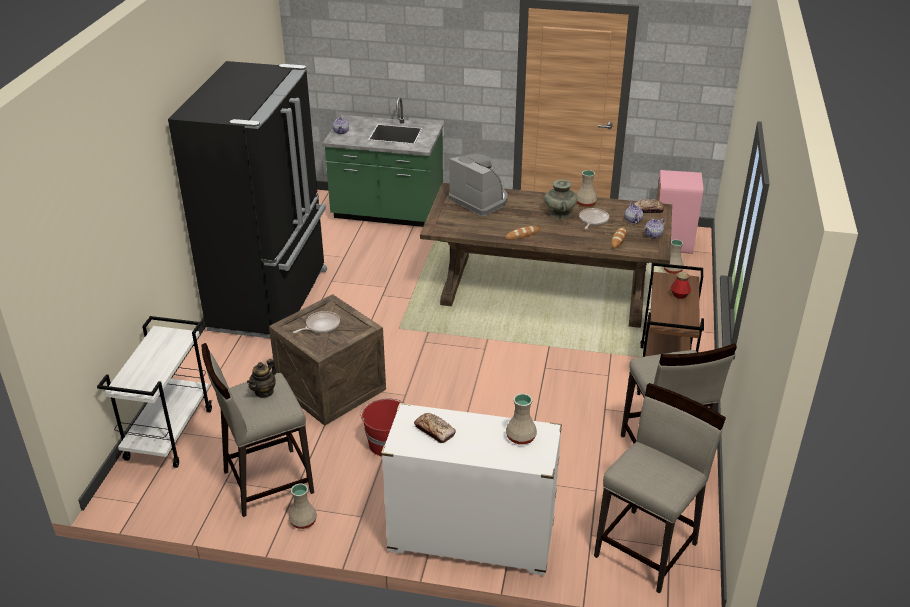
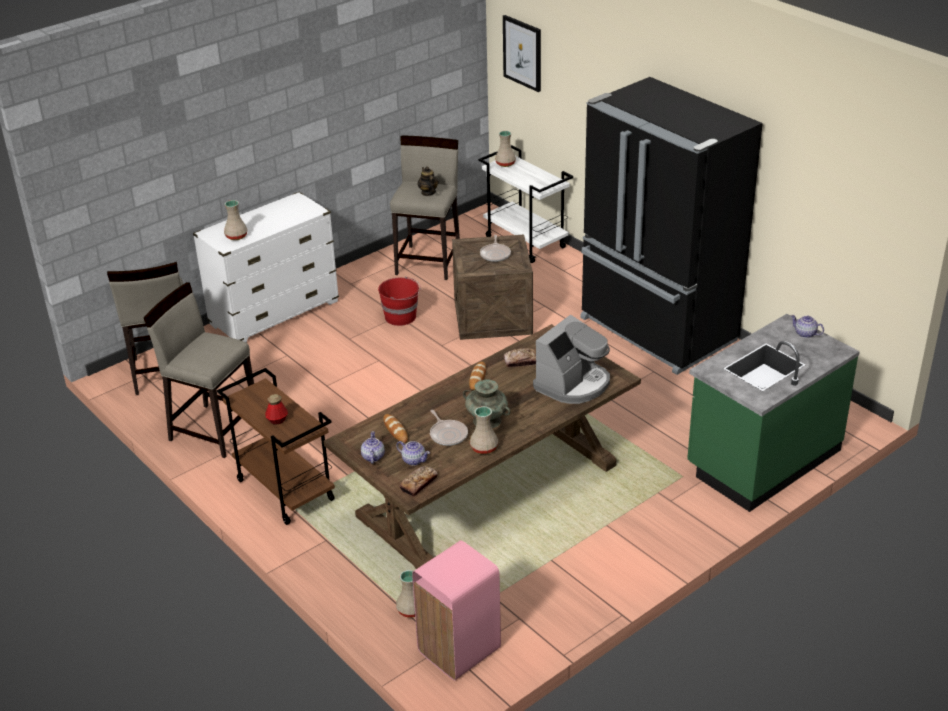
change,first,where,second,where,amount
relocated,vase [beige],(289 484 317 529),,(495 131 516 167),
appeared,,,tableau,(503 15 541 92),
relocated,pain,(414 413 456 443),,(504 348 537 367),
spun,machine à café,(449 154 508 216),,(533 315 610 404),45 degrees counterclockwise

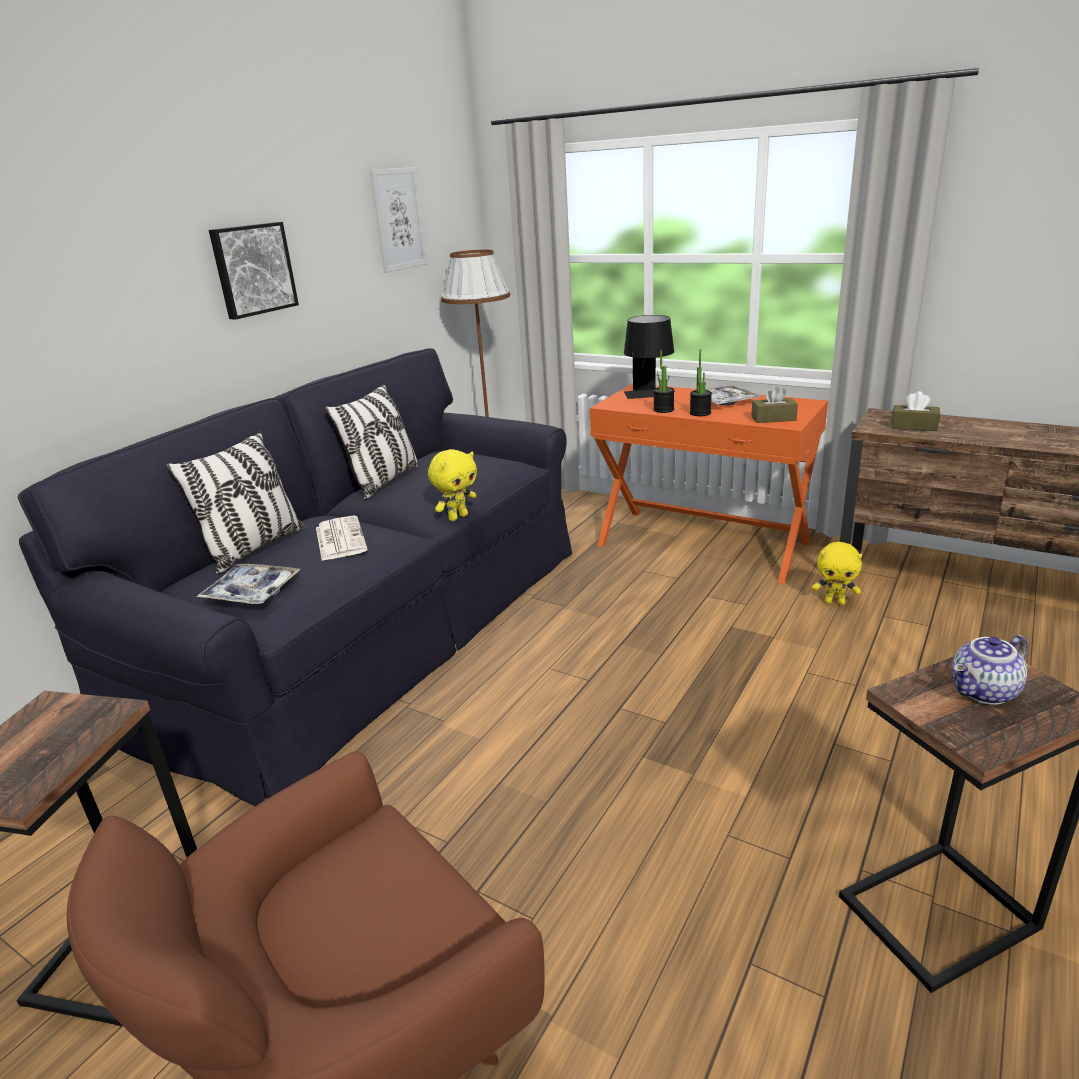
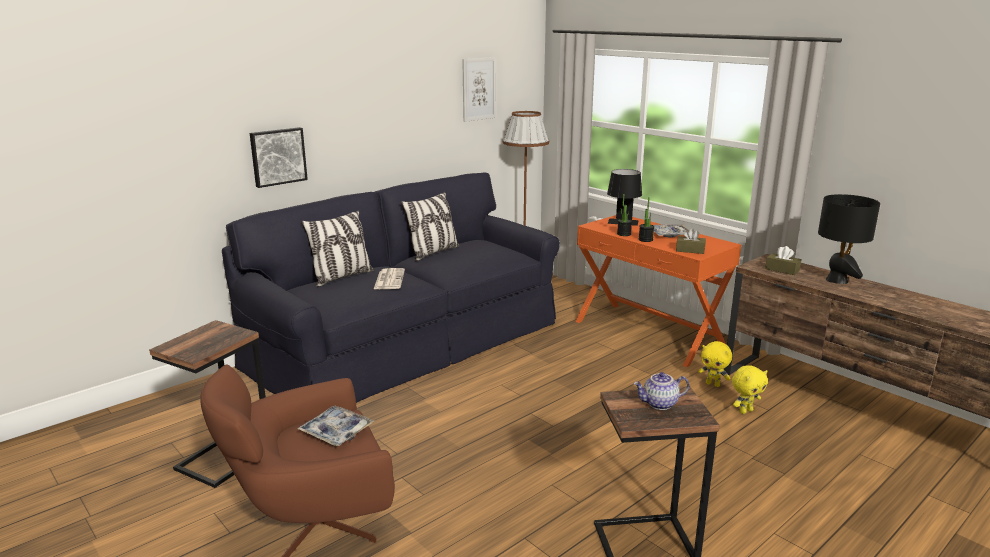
change,first,where,second,where,amount
relocated,tableau,(209 222 299 320),,(250 127 308 188),
relocated,plateau,(196 564 301 604),,(297 406 374 446),
relocated,peluche [jaune],(428 449 477 521),,(732 366 768 414),
appeared,,,lampe de table [noir],(818 194 880 284),

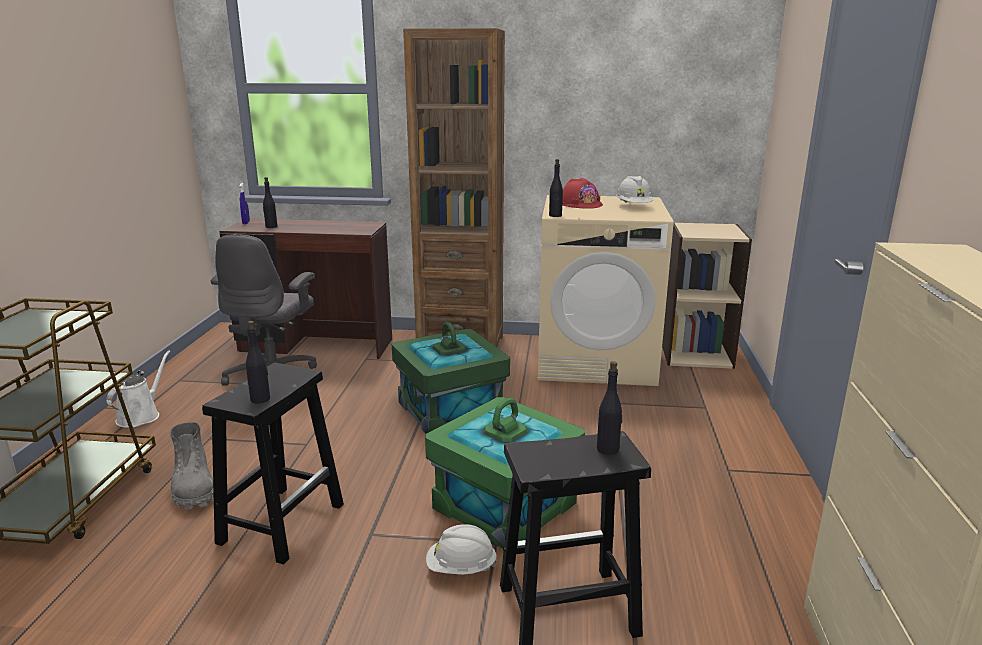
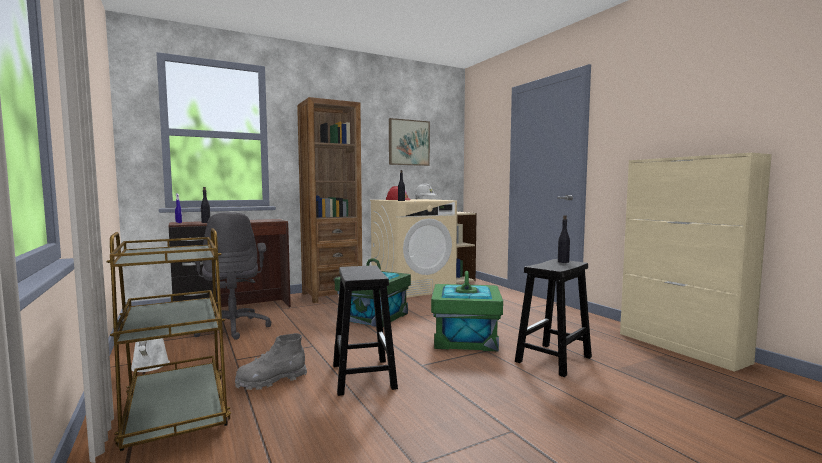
change,first,where,second,where,amount
spun,botte [gris],(170 422 214 509),,(235 333 307 390),120 degrees clockwise
appeared,,,tableau,(389 118 430 166),
missing,bouteille [noir],(246 321 270 403),,,
missing,casque de chantier [blanc],(426 524 497 575),,,

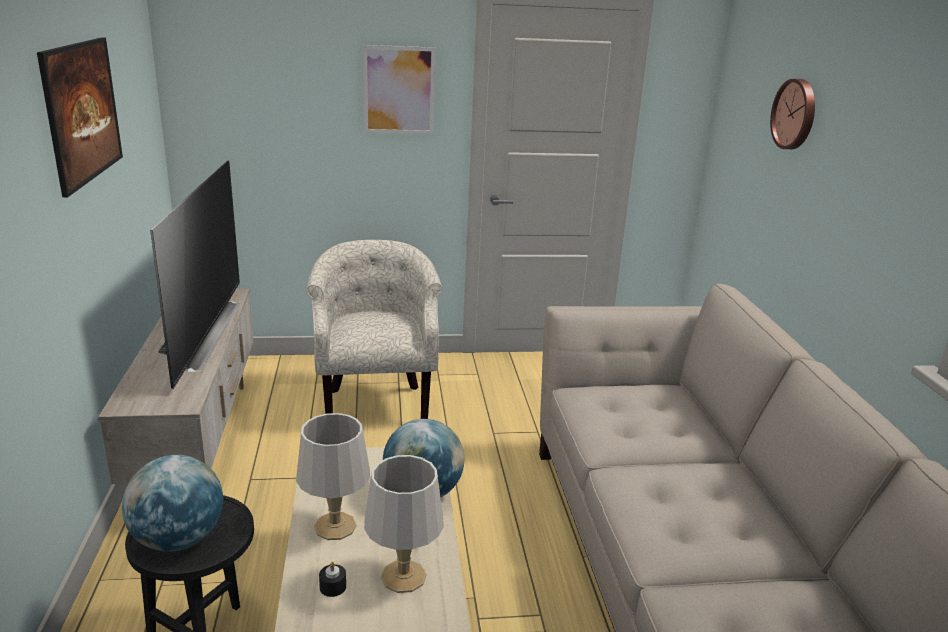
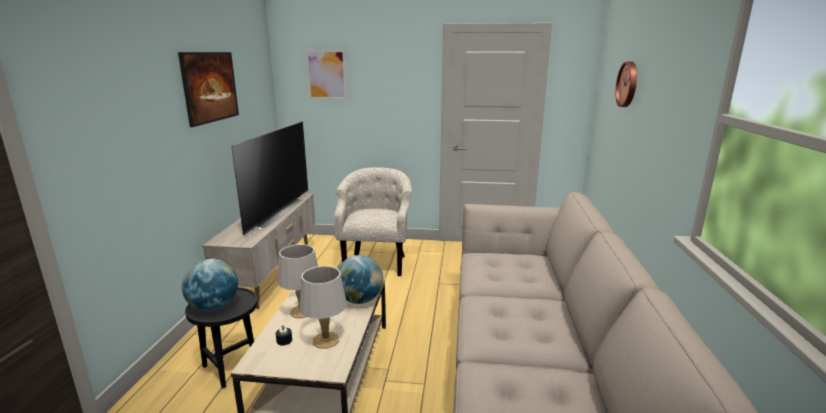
change,first,where,second,where,amount
relocated,tableau,(363 45 435 134),,(306 50 347 99),

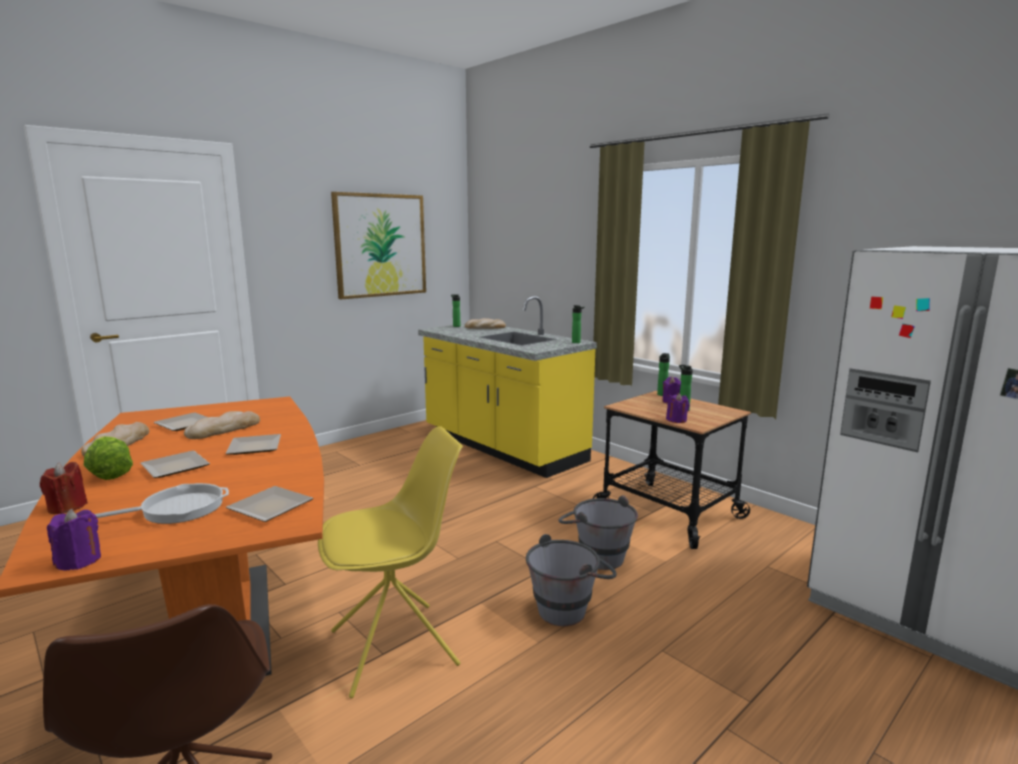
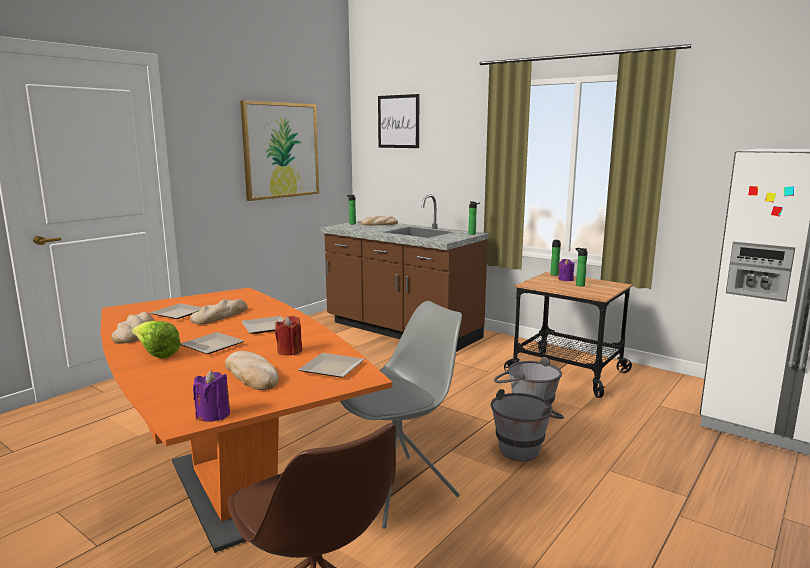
change,first,where,second,where,amount
exchanged,poêle,(95 483 229 524),pain,(225 351 279 390),
relocated,bougie [rouge],(40 462 88 514),,(275 316 302 355),
colour,comptoir de cuisine [jaune],(418 296 597 478),comptoir de cuisine [marron],(320 194 489 352),
colour,chaise [jaune],(318 426 463 698),chaise [gris],(340 301 462 529),
appeared,,,tableau,(378 94 420 148),
missing,bougie [violet],(666 393 690 423),,,

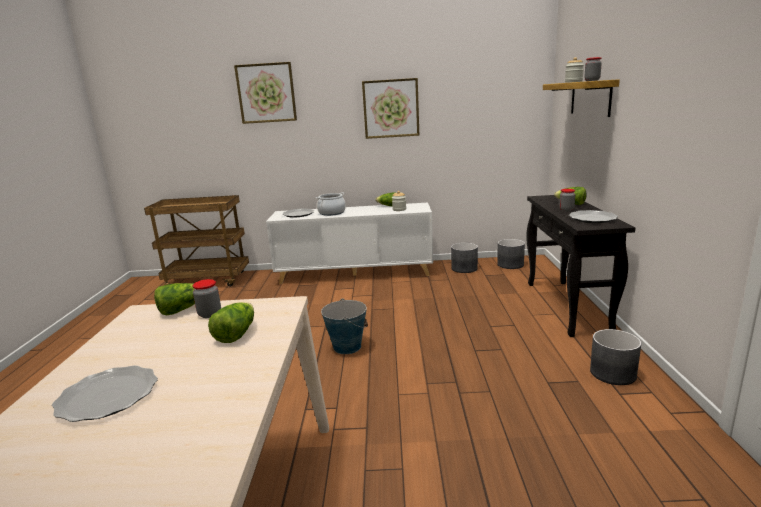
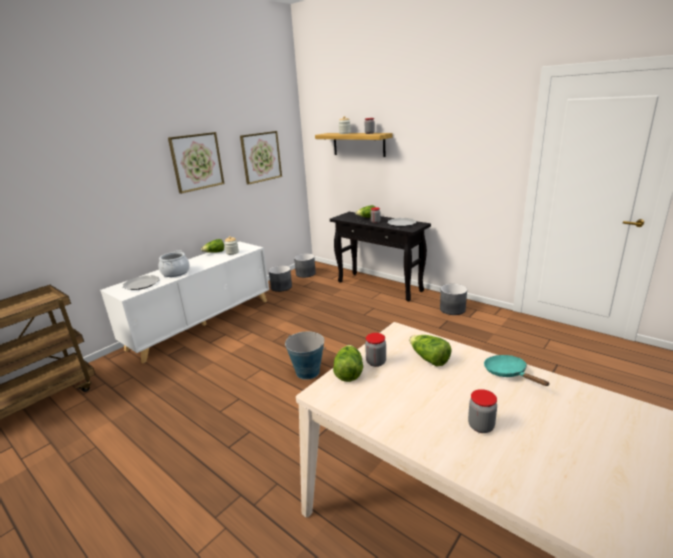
change,first,where,second,where,amount
relocated,tableau,(234 62 297 124),,(240 131 282 185),
exchanged,assiette,(52 366 158 422),bocal,(468 389 497 433),
appeared,,,poêle [turquoise],(484 355 549 386),

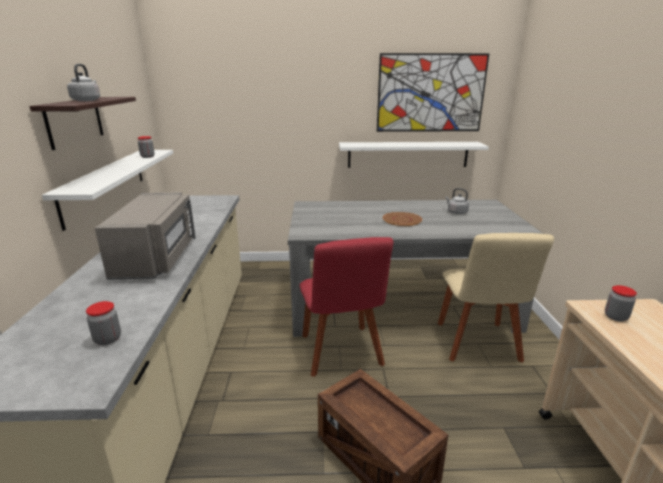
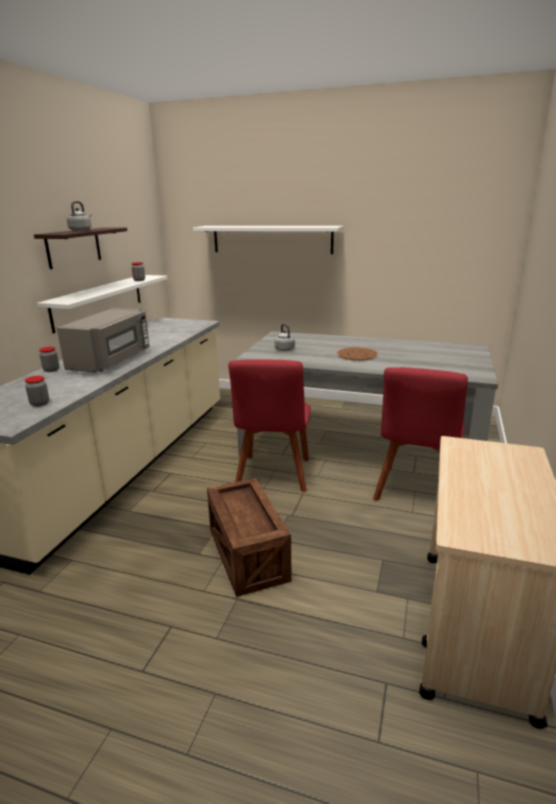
change,first,where,second,where,amount
relocated,bocal,(605 285 637 322),,(39 347 59 372),
relocated,étagère [blanc],(339 142 489 168),,(193 226 344 254),
relocated,bouilloire [gris],(445 188 469 214),,(274 324 295 351),
colour,chaise [beige],(438 233 554 362),chaise [rouge],(373 367 468 501),
missing,tableau,(377 53 489 132),,,

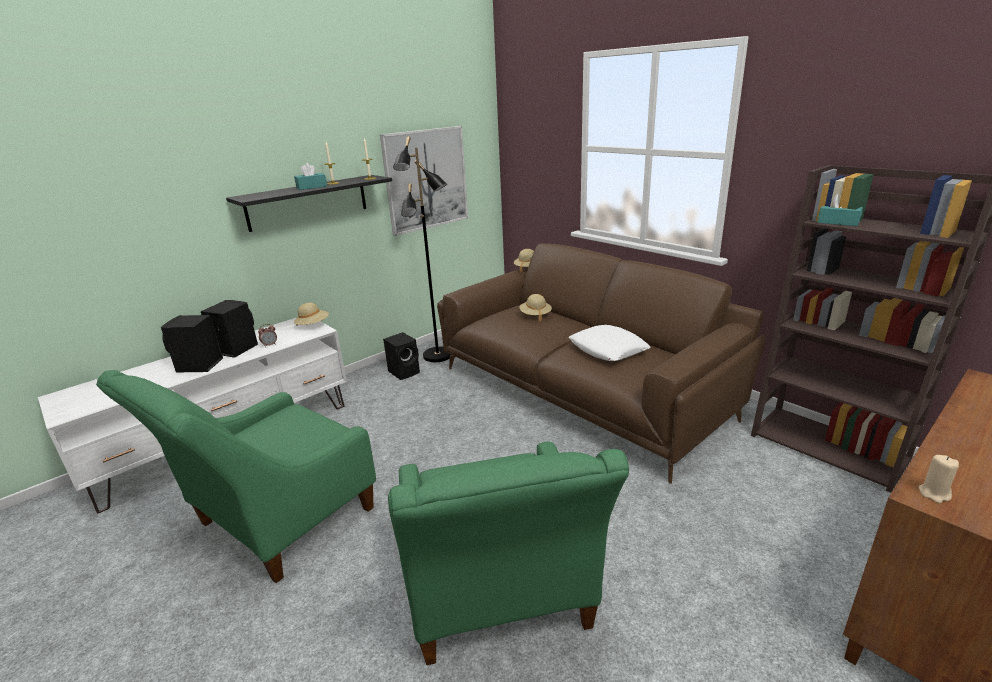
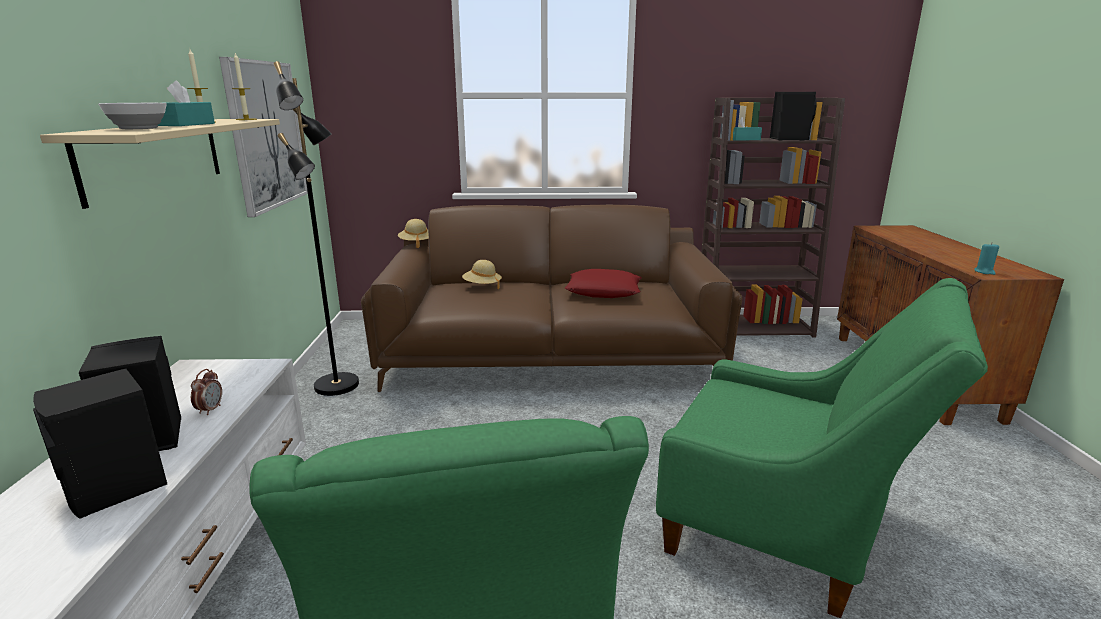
change,first,where,second,where,amount
colour,étagère [noir],(226 175 392 232),étagère [beige],(40 119 280 209),
appeared,,,bol,(98 103 167 129),
colour,coussin [blanc],(569 325 651 361),coussin [rouge],(565 269 641 298),
relocated,enceinte [noir],(383 332 420 380),,(770 92 817 140),
colour,bougie [beige],(918 455 959 503),bougie [turquoise],(974 243 999 275),
missing,chapeau [beige],(294 303 329 325),,,

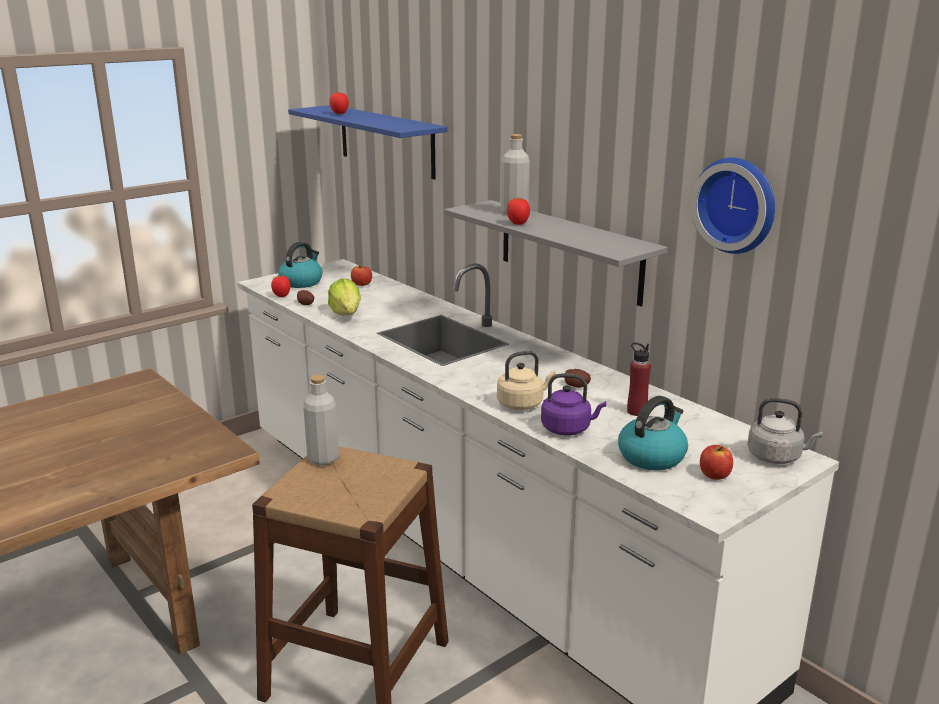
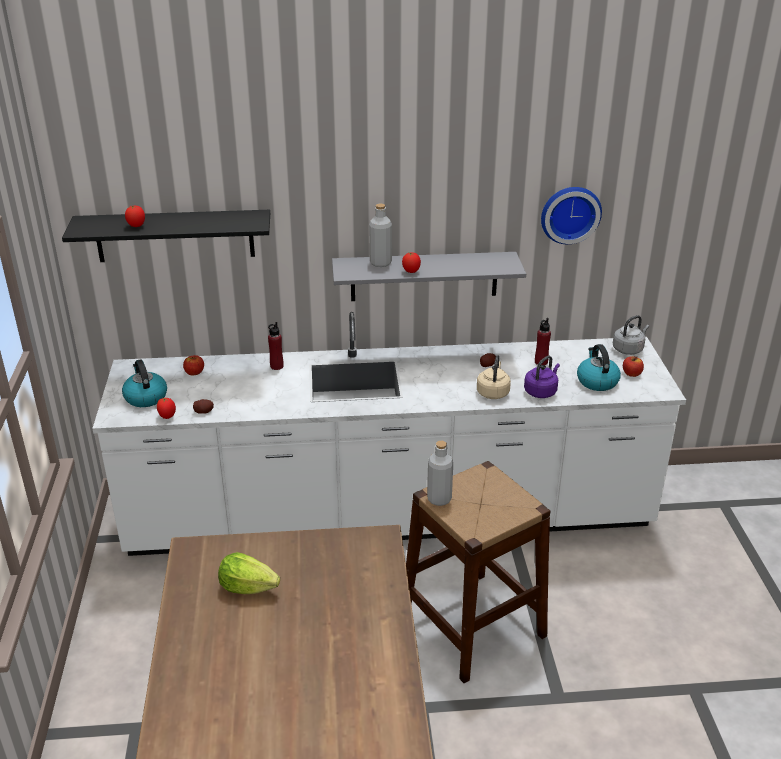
change,first,where,second,where,amount
colour,étagère [bleu],(288 105 447 179),étagère [noir],(62 210 270 262),
relocated,laitue,(328 278 361 316),,(218 552 280 594),
appeared,,,bouteille [rouge],(268 322 284 370),

